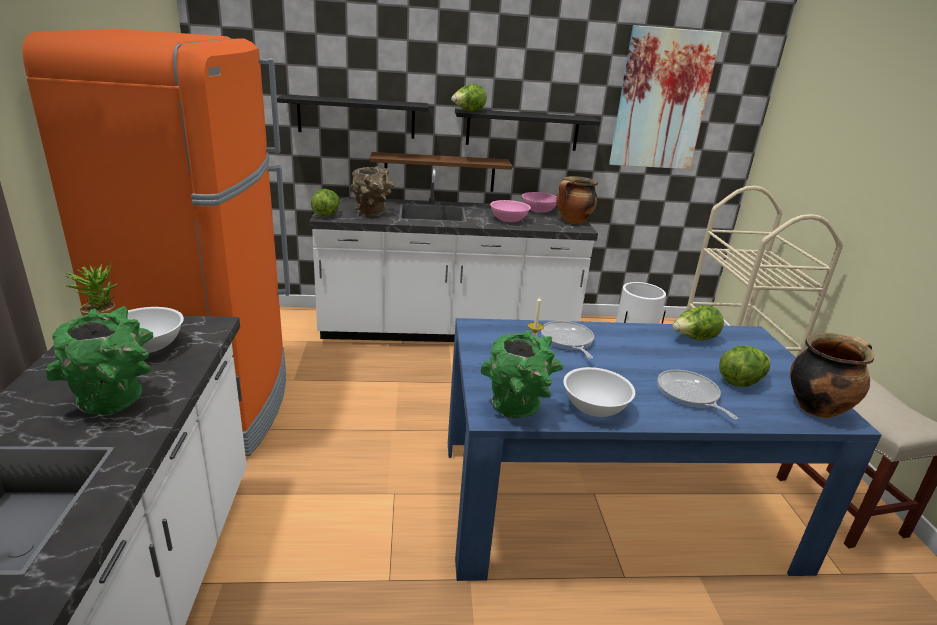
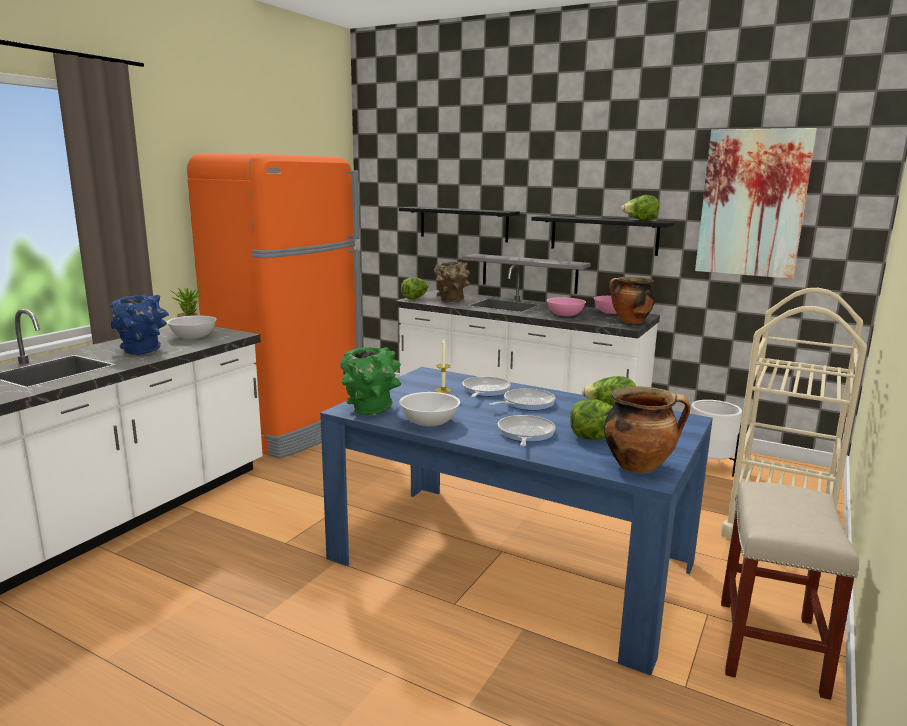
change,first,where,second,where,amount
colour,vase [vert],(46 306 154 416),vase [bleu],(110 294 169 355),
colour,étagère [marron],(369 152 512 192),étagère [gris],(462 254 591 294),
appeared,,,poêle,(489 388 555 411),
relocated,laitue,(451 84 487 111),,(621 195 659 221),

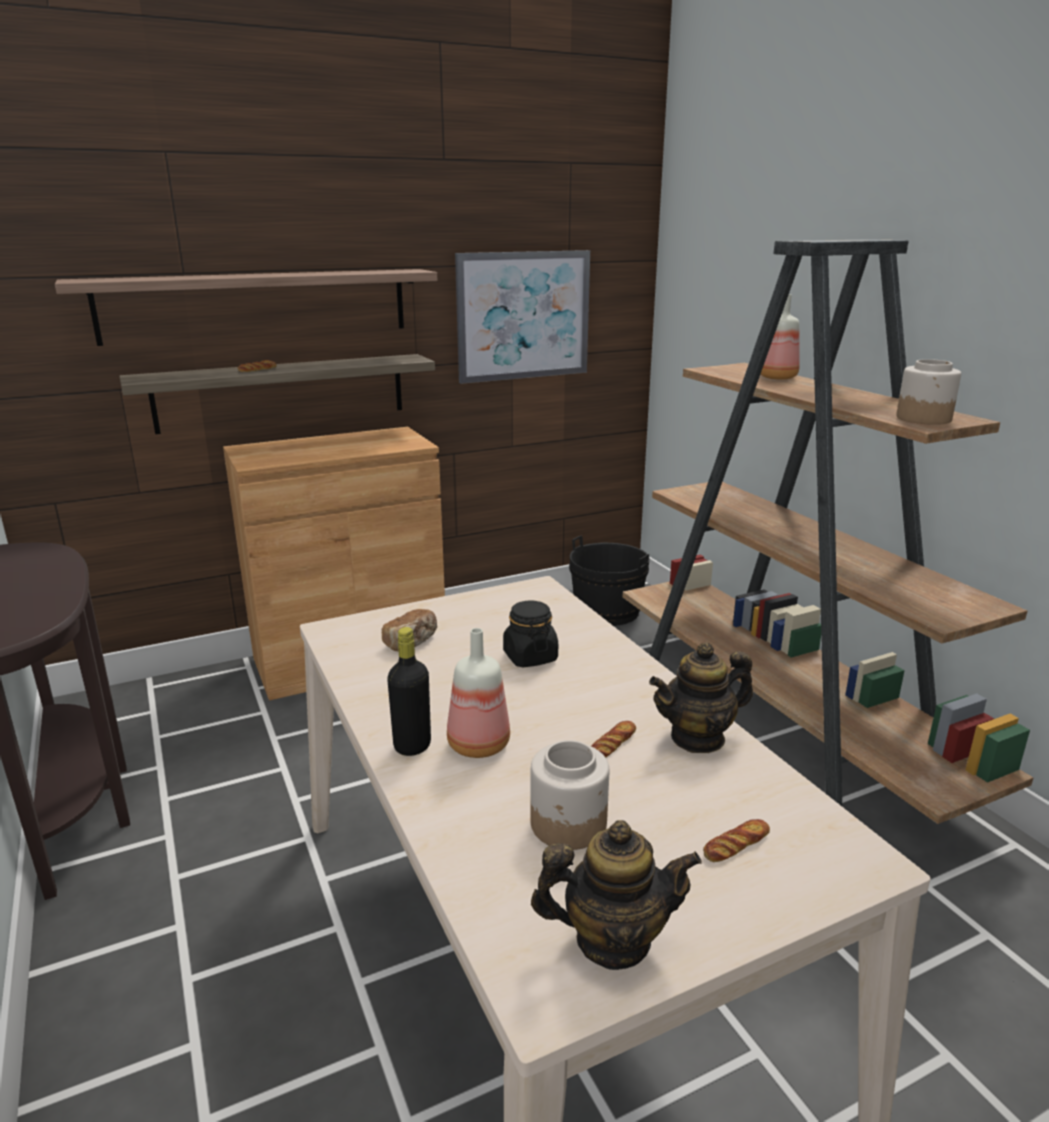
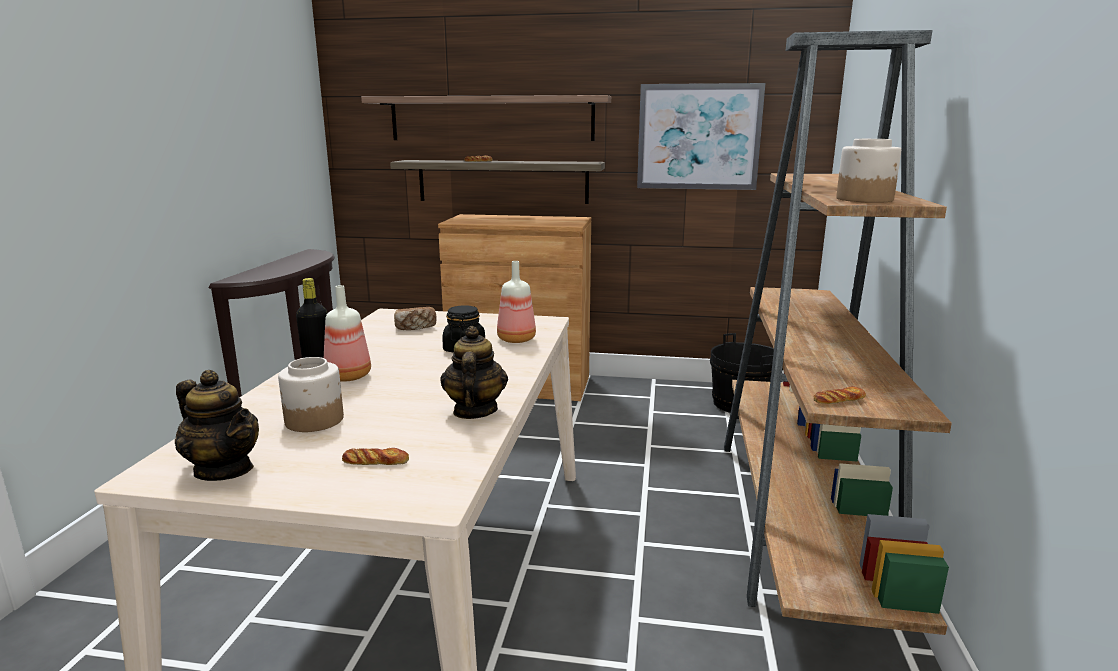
change,first,where,second,where,amount
spun,théière,(649 642 753 753),,(440 326 508 419),75 degrees clockwise
relocated,bouteille,(761 294 800 380),,(497 261 536 343),
relocated,pain,(591 721 636 757),,(813 386 866 404),

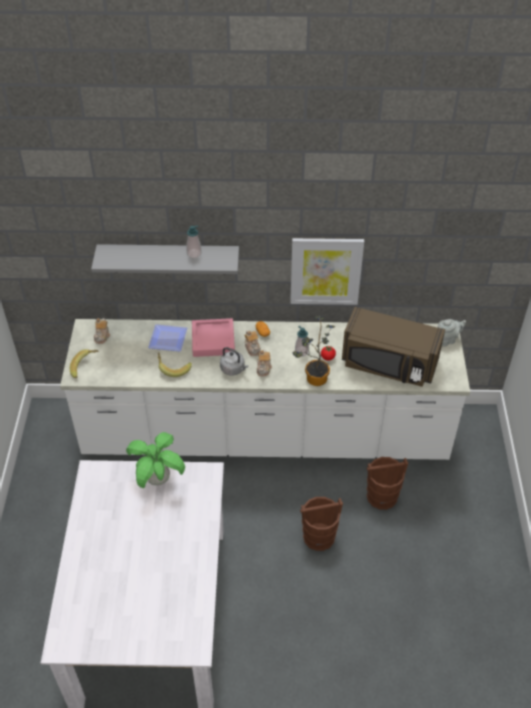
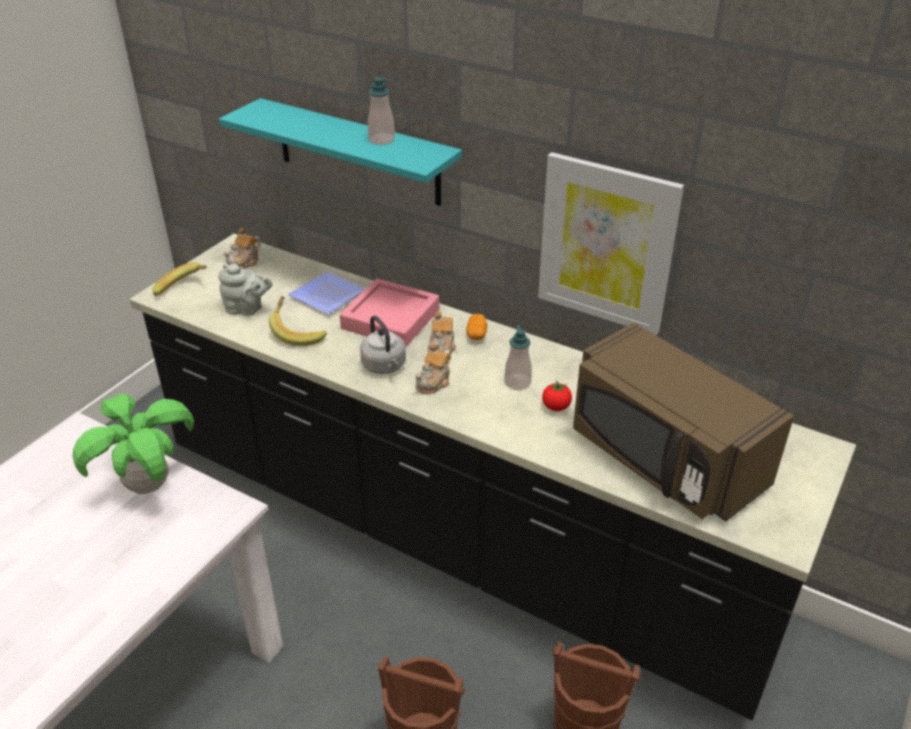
change,first,where,second,where,amount
colour,comptoir de cuisine [blanc],(60 319 470 460),comptoir de cuisine [noir],(130 234 856 720),
relocated,théière [gris],(438 319 466 347),,(218 264 273 316),
colour,étagère [gris],(91 244 239 274),étagère [turquoise],(219 98 462 206),
missing,plante en pot,(292 316 336 386),,,

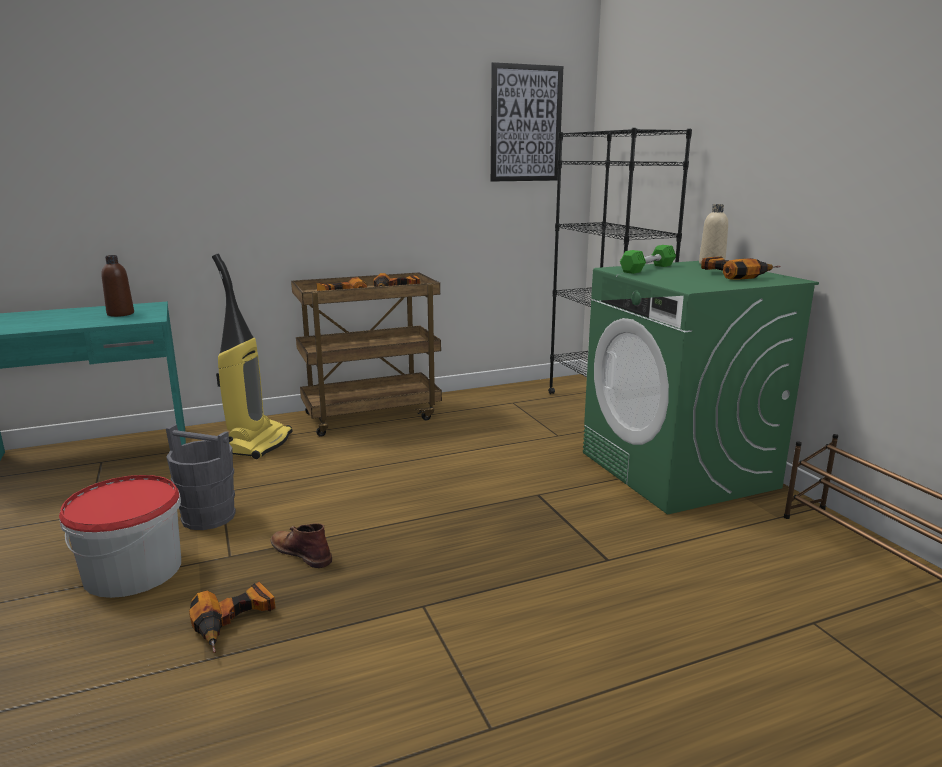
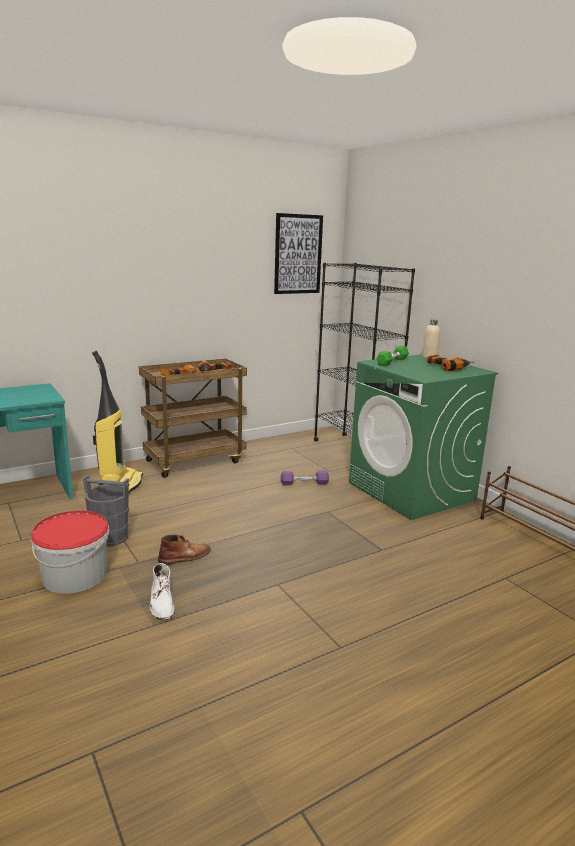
change,first,where,second,where,amount
exchanged,perceuse,(189 582 276 653),botte [blanc],(150 563 175 620),
spun,botte [marron],(271 523 332 568),,(158 535 211 565),120 degrees clockwise
appeared,,,haltère [violet],(281 471 329 485),
missing,bouteille [marron],(101 255 134 317),,,

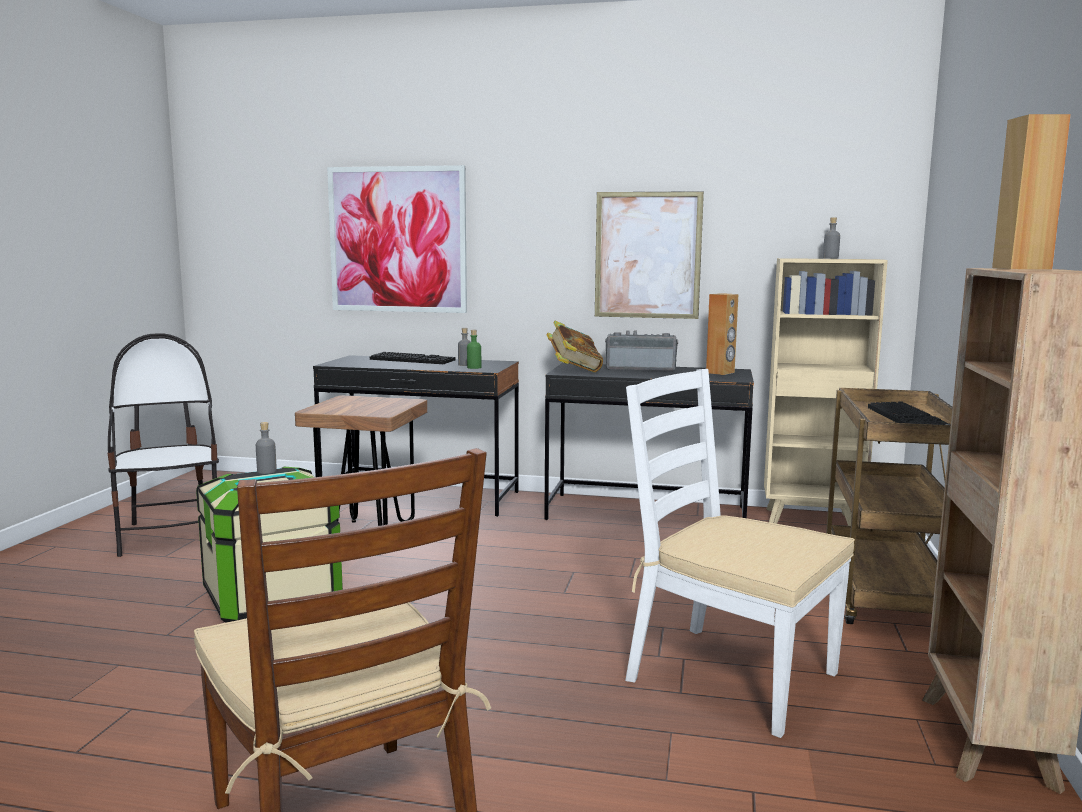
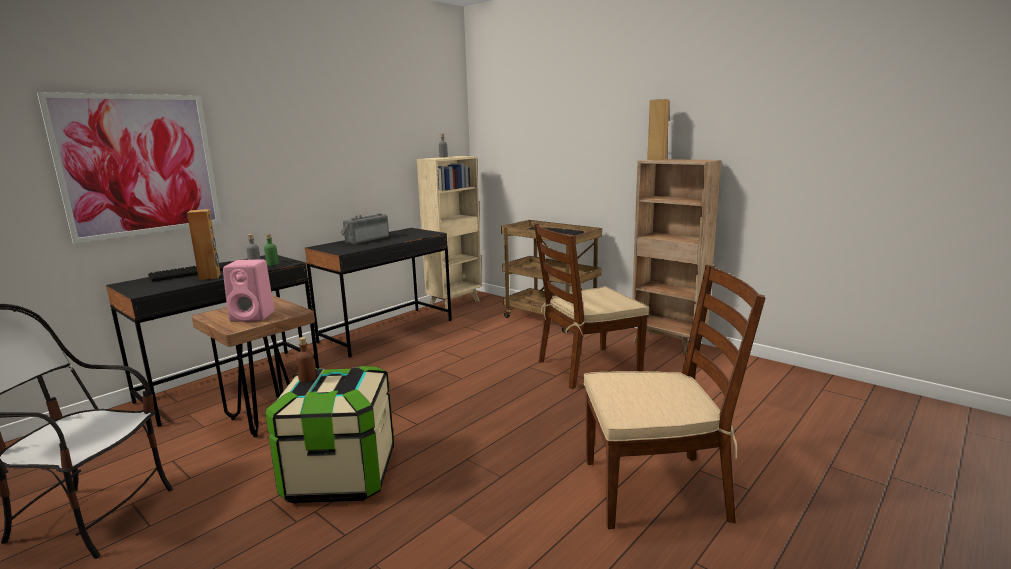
change,first,where,second,where,amount
relocated,enceinte [marron],(706 293 738 375),,(187 209 221 280),
appeared,,,enceinte [rose],(223 259 274 322),
colour,bouteille [gris],(256 422 277 474),bouteille [marron],(296 337 316 382),
colour,chaise [blanc],(625 369 855 738),chaise [marron],(534 223 649 389),
missing,livre,(546 321 603 372),,,
missing,tableau,(595 191 704 319),,,

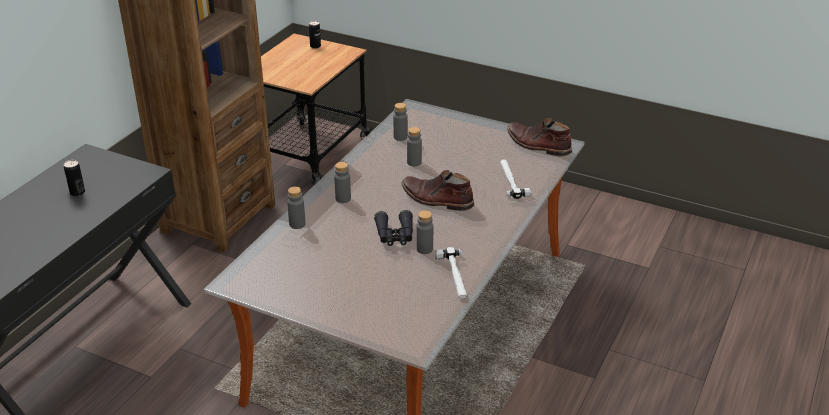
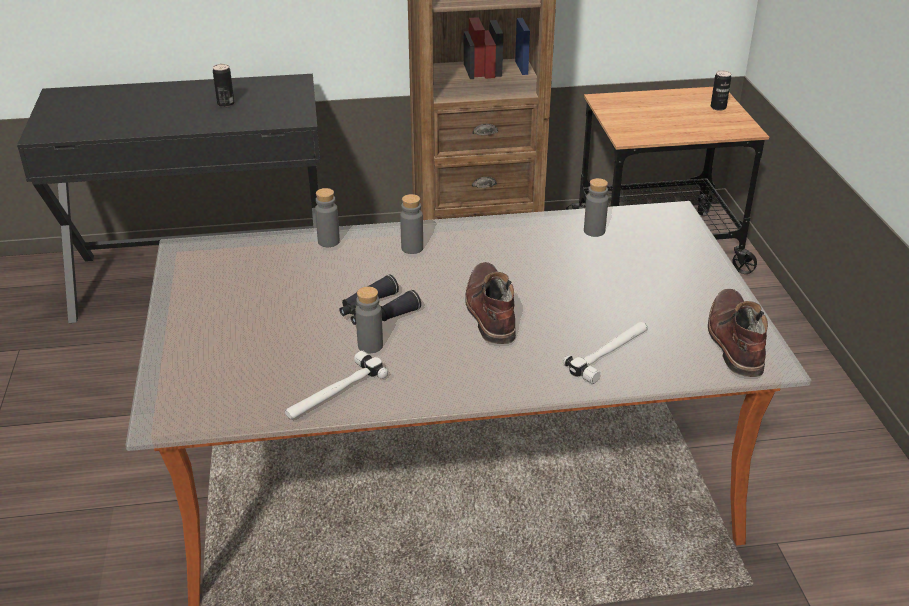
change,first,where,second,where,amount
missing,bouteille [gris],(407 127 422 166),,,

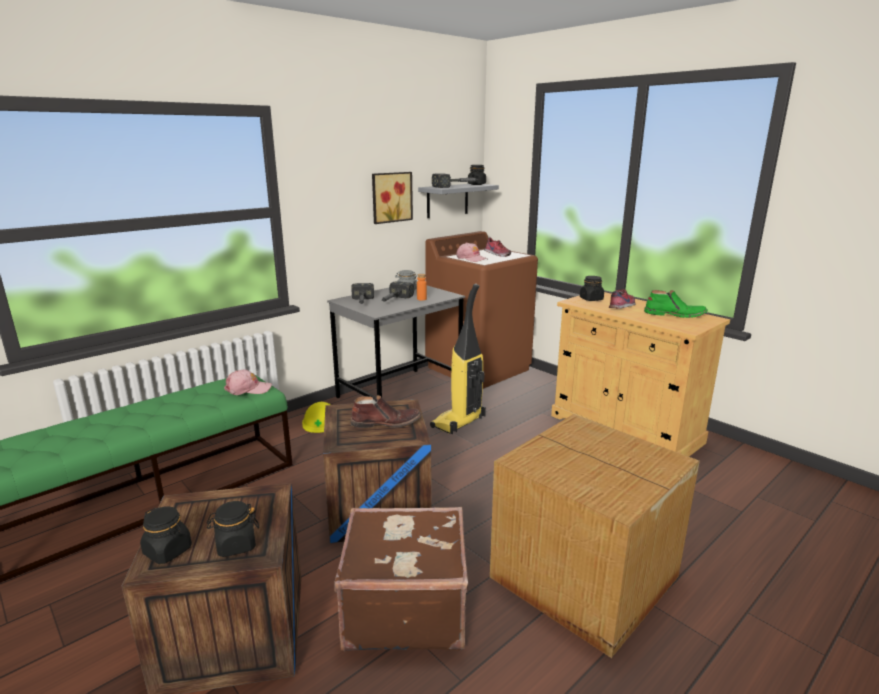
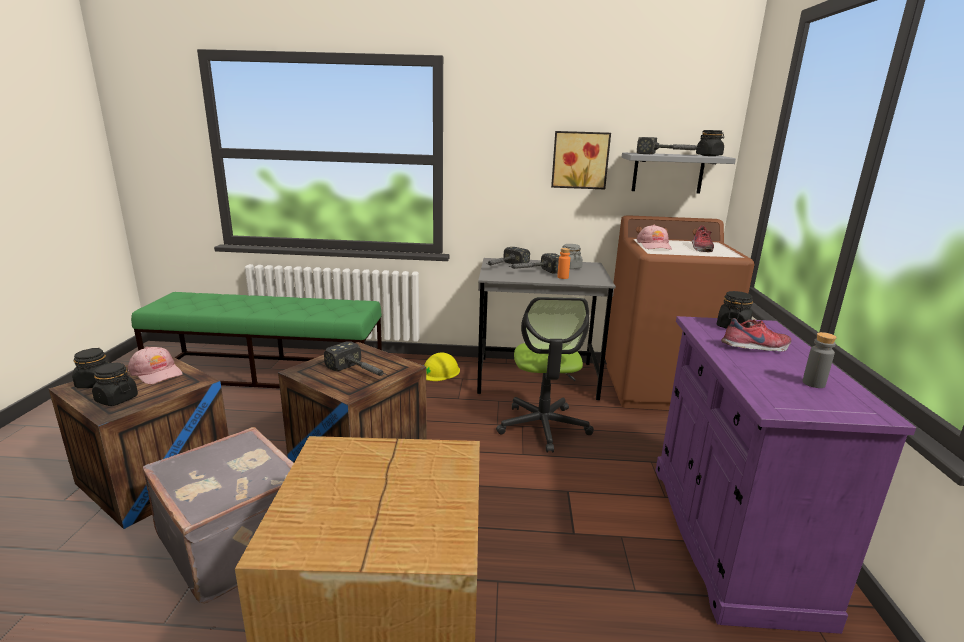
change,first,where,second,where,amount
relocated,casquette [rose],(224 369 272 395),,(128 347 183 384),
colour,valise [marron],(334 507 468 651),valise [gris],(143 427 294 604),
exchanged,botte [marron],(350 395 421 428),marteau,(324 342 386 376),
exchanged,aspirateur,(430 284 486 434),chaise de bureau,(496 297 594 453),
colour,meuble de rangement [beige],(551 292 730 457),meuble de rangement [violet],(656 316 916 634),
exchanged,botte [vert],(644 290 708 318),bouteille [gris],(802 332 837 388),

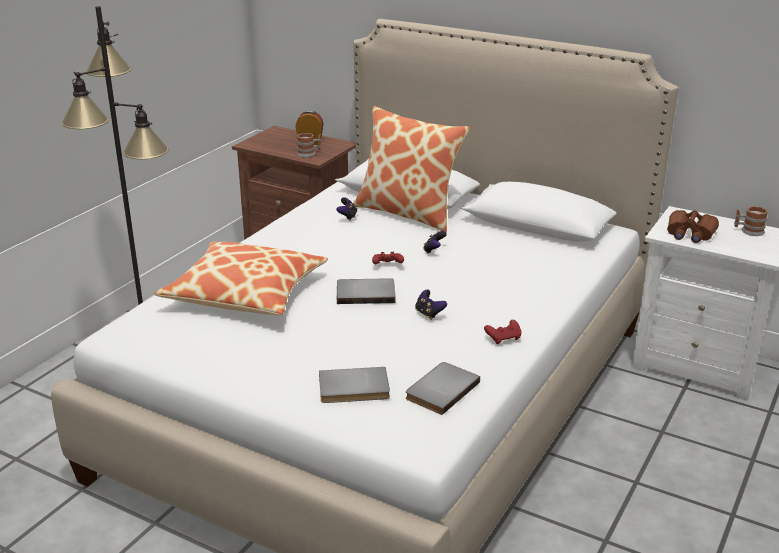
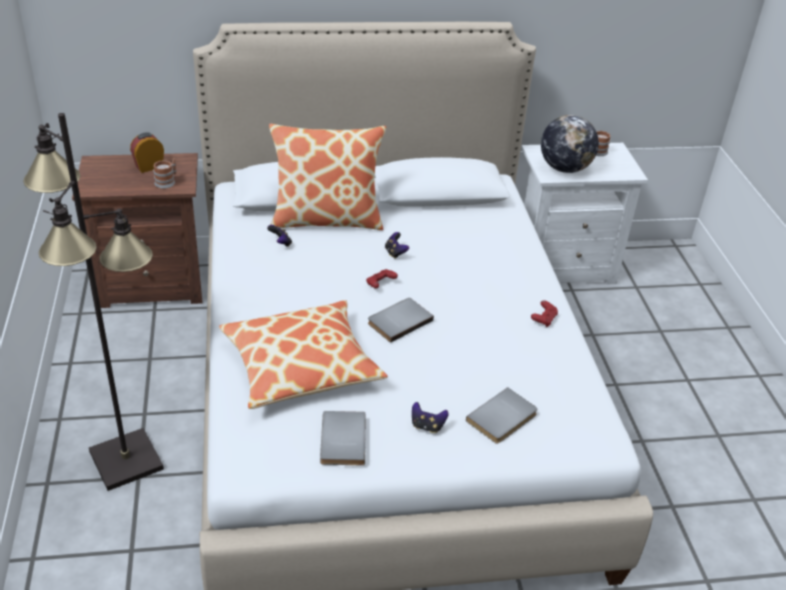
change,first,where,second,where,amount
relocated,livre [gris],(406 362 480 415),,(320 411 365 465),
relocated,manette,(415 290 447 320),,(412 402 449 433),
exchanged,jumelles [marron],(667 210 719 243),globe,(541 115 599 173),

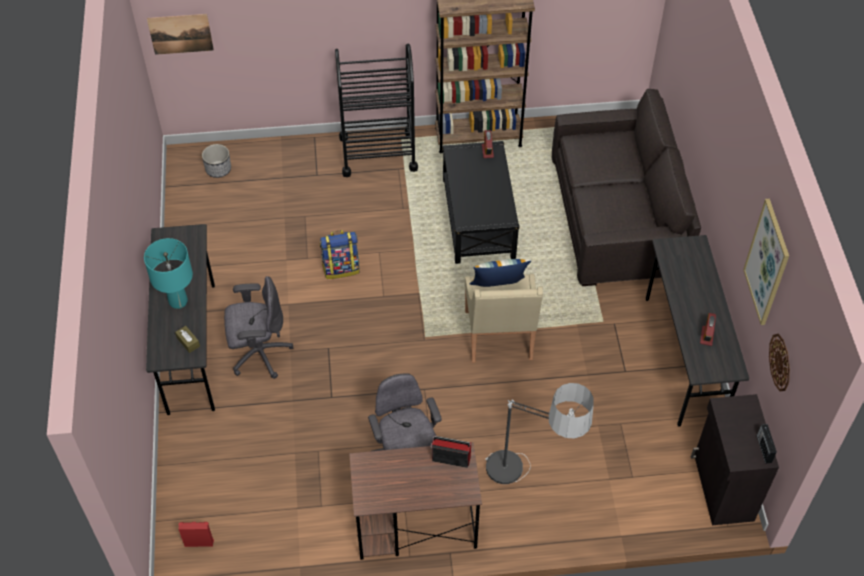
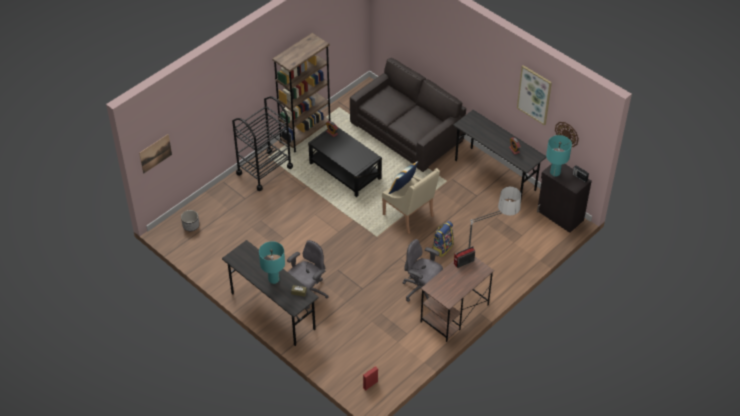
change,first,where,second,where,amount
relocated,sac à dos,(320 230 360 279),,(432 221 454 257),
appeared,,,lampe de table [turquoise],(546 135 572 177),

